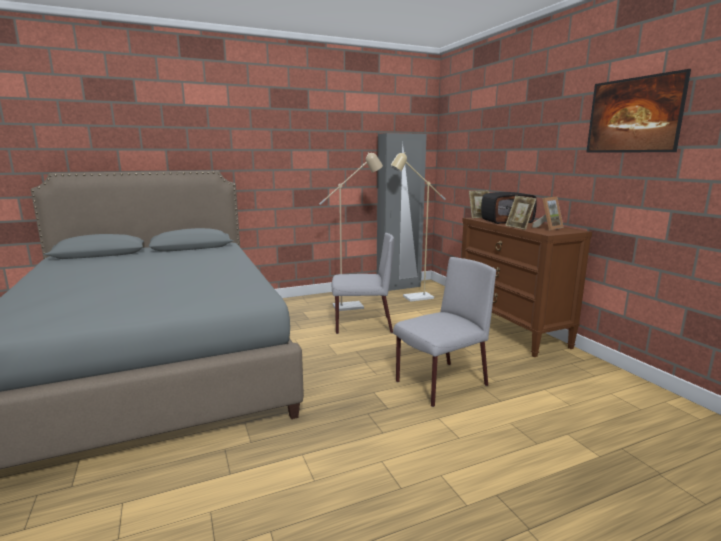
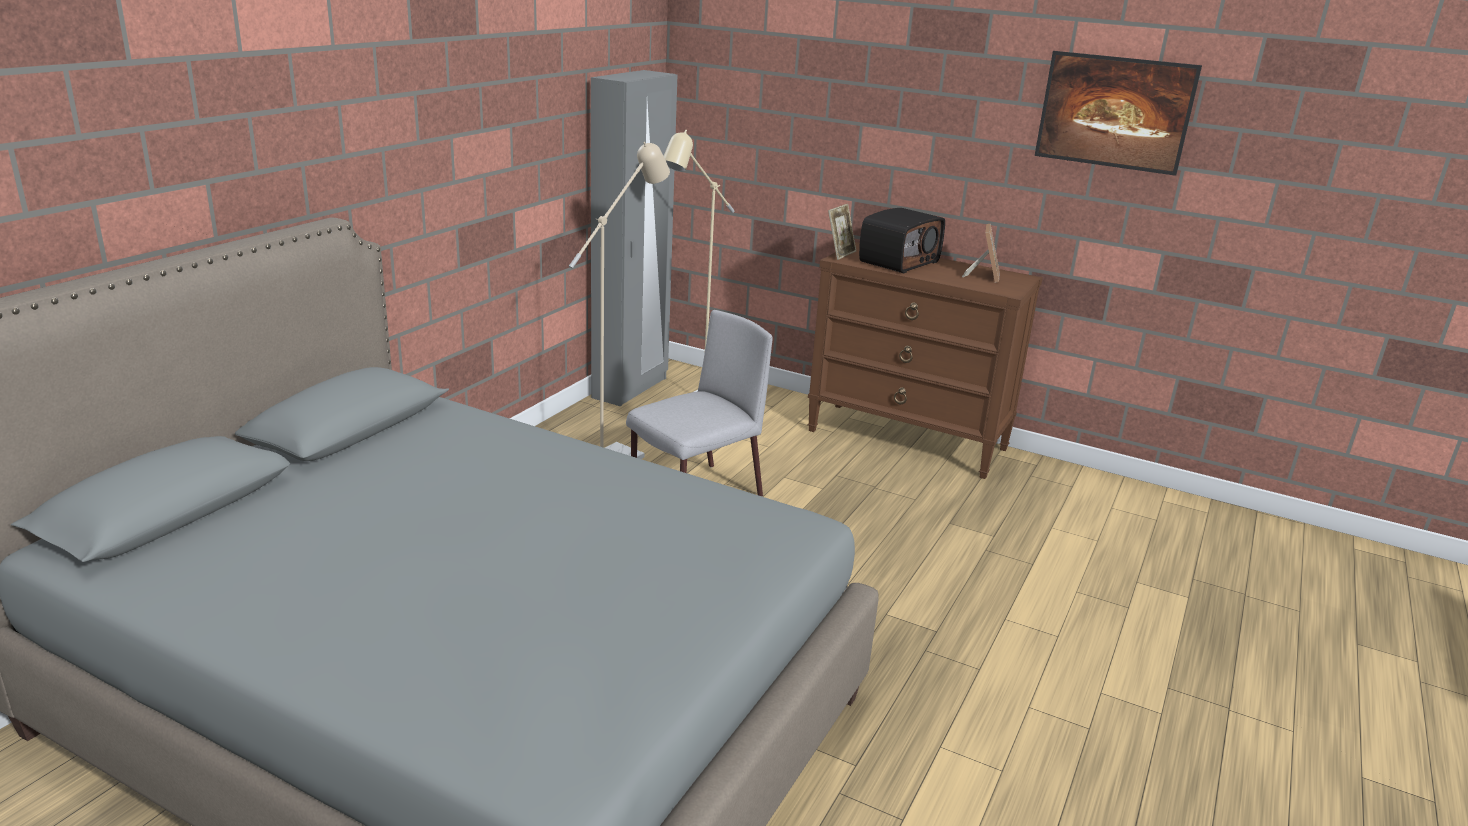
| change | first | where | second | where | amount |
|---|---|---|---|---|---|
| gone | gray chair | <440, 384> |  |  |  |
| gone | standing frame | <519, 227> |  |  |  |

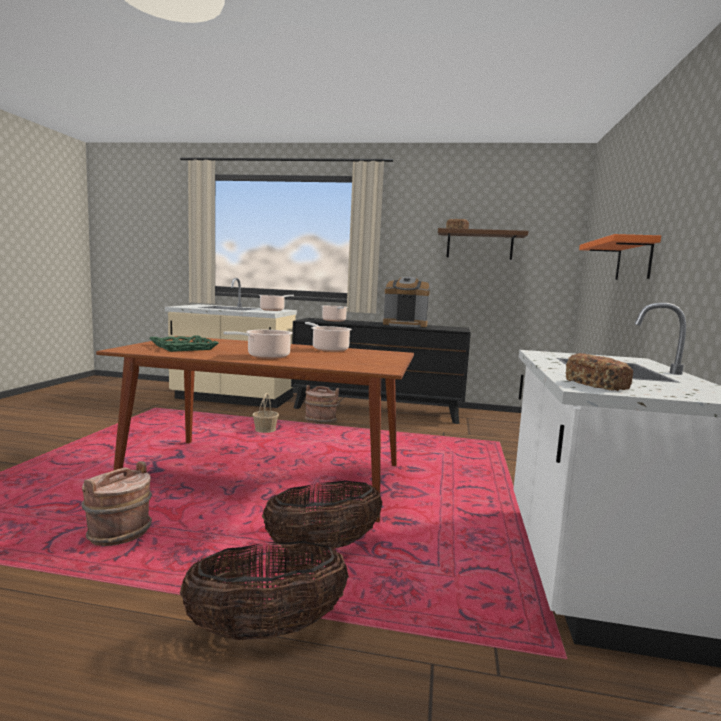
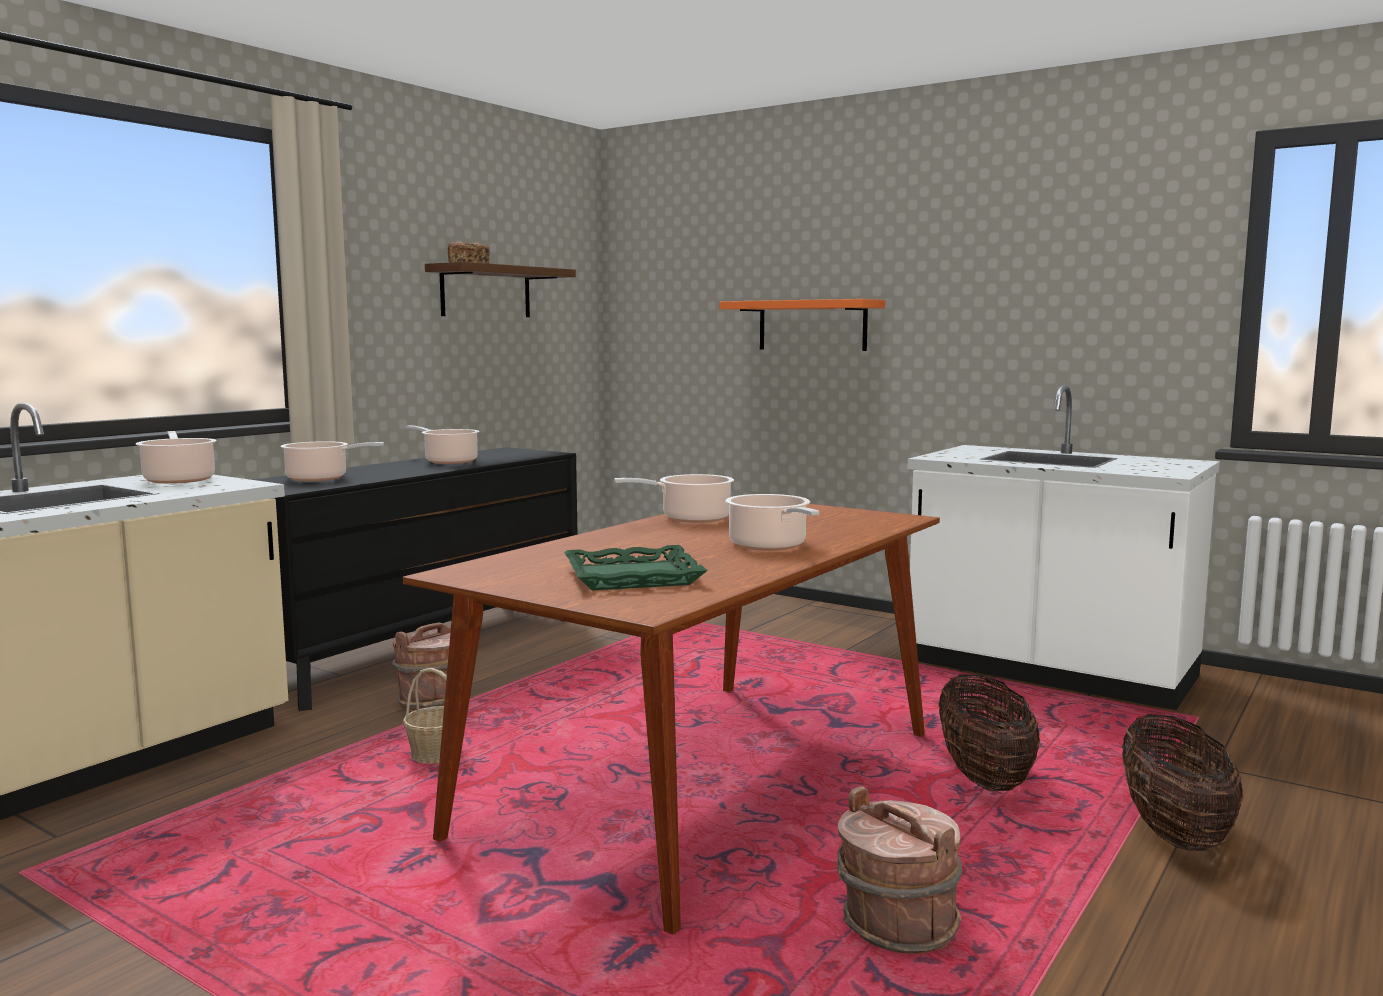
| change | first | where | second | where | amount |
|---|---|---|---|---|---|
| swapped | coffee machine | <405, 325> | saucepot | <448, 461> |  |
| gone | bread | <597, 385> |  |  |  |

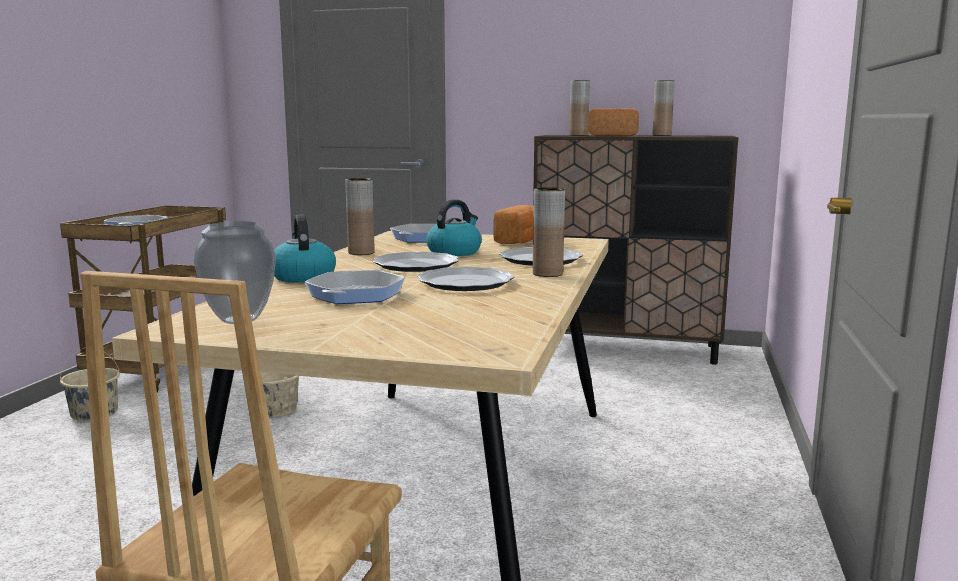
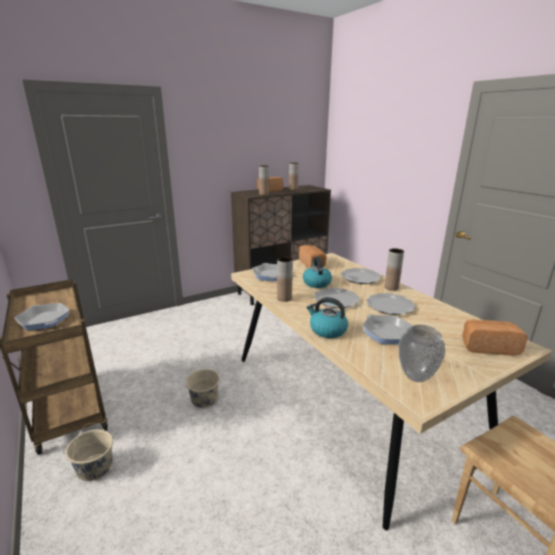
| change | first | where | second | where | amount |
|---|---|---|---|---|---|
| new |  |  | bread | <488, 347> |  |

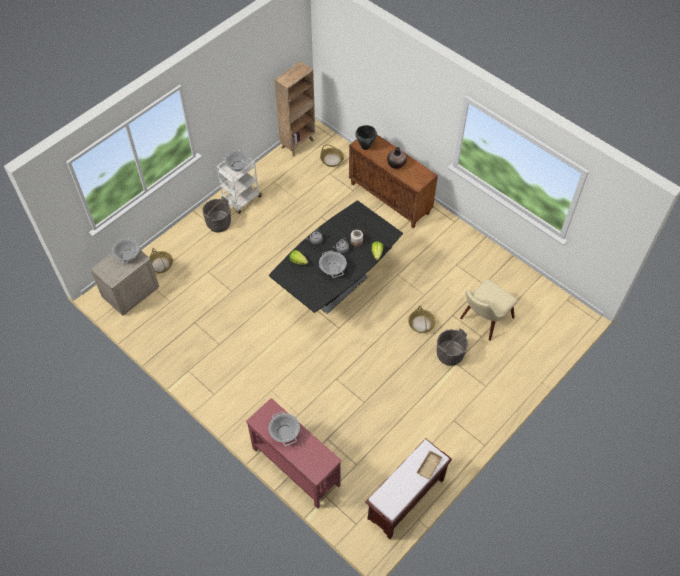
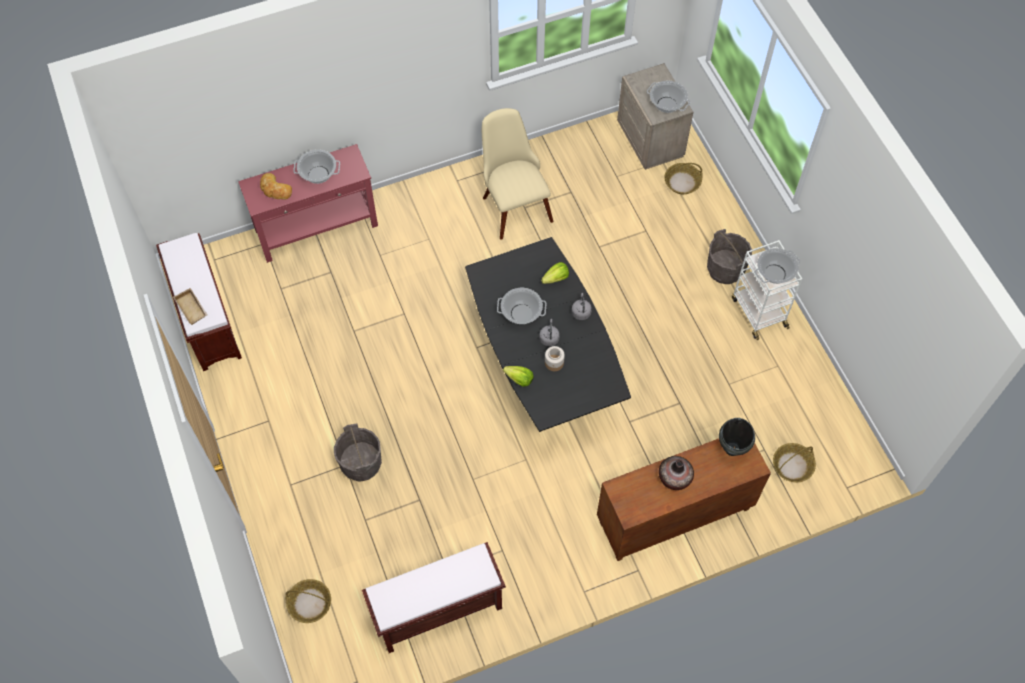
| change | first | where | second | where | amount |
|---|---|---|---|---|---|
| new |  |  | bread | <275, 189> |  |
| shifted | basket | <421, 324> |  | <309, 603> |  |
| new |  |  | brownish indoor bench | <437, 612> |  |
| shifted | beige chair | <482, 322> |  | <513, 202> |  |
| gone | brownish bookshelf | <298, 143> |  |  |  |

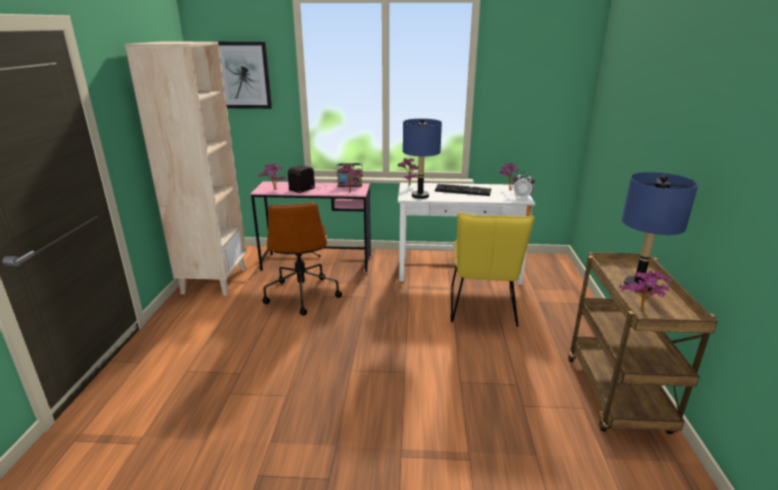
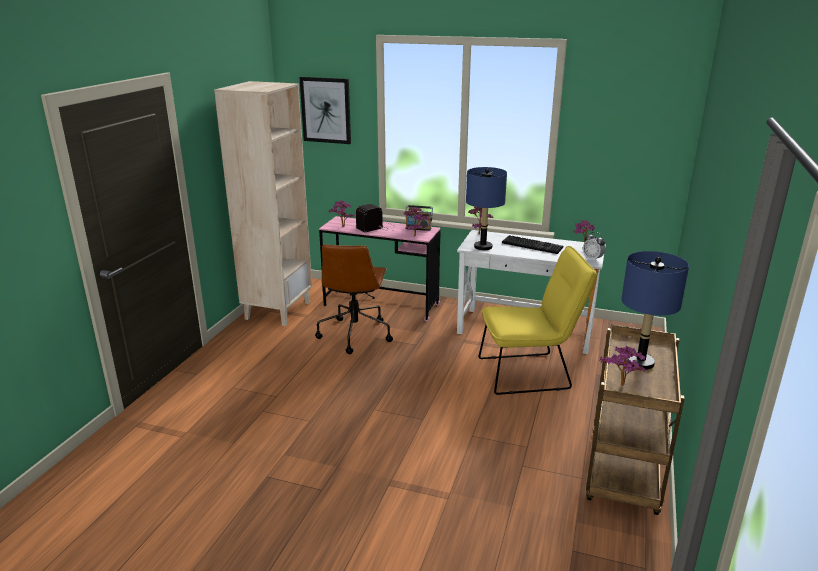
| change | first | where | second | where | amount |
|---|---|---|---|---|---|
| rotated | yellowish chair | <482, 309> |  | <530, 373> | 120 degrees counterclockwise |

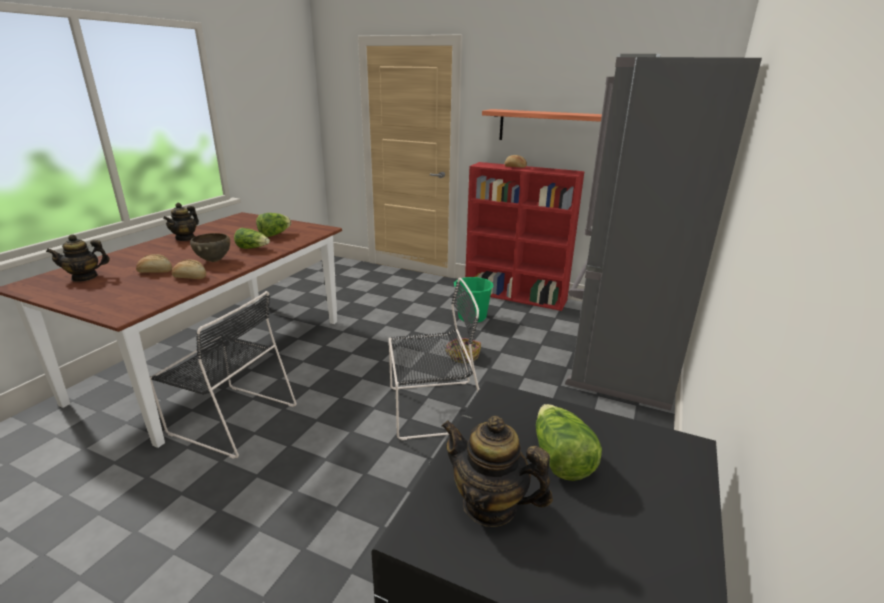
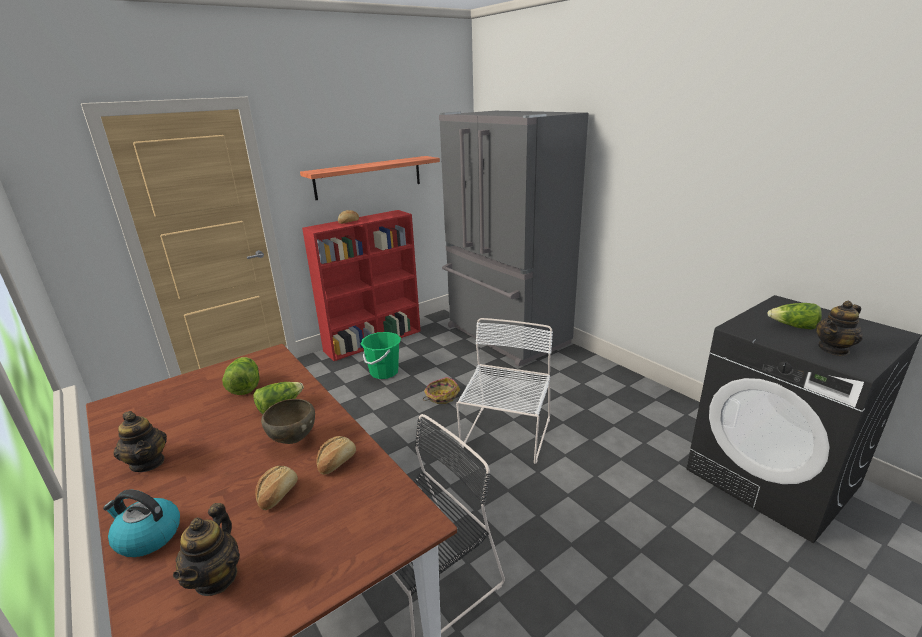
| change | first | where | second | where | amount |
|---|---|---|---|---|---|
| new |  |  | water kettle | <147, 536> |  |
| repainted | black chair | <432, 409> | white chair | <505, 435> |  |

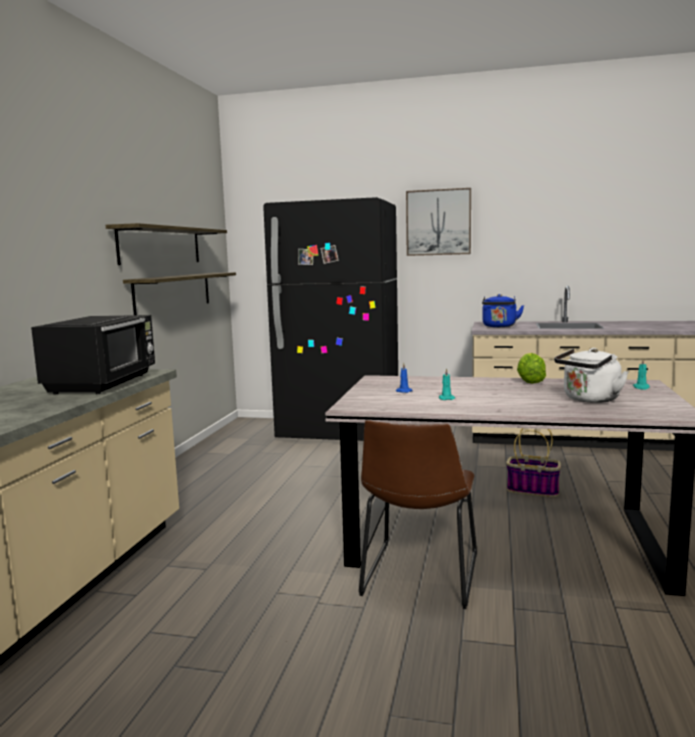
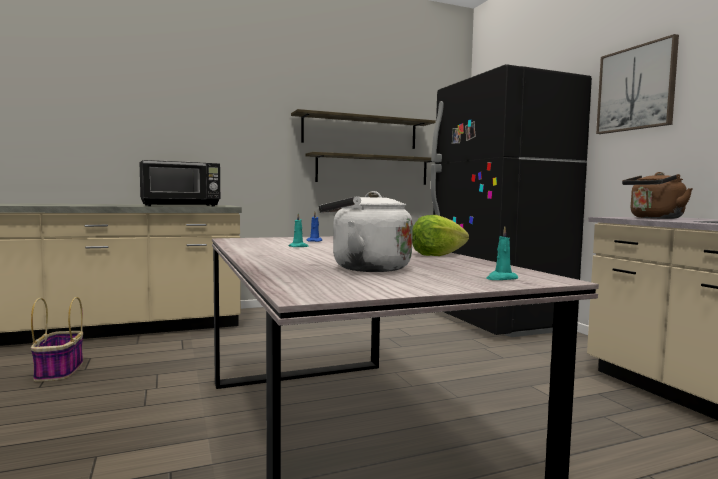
| change | first | where | second | where | amount |
|---|---|---|---|---|---|
| shifted | basket | <533, 490> |  | <59, 371> |  |
| repainted | blue water kettle | <499, 326> | brownish water kettle | <654, 218> |  |
| gone | brownish chair | <419, 577> |  |  |  |

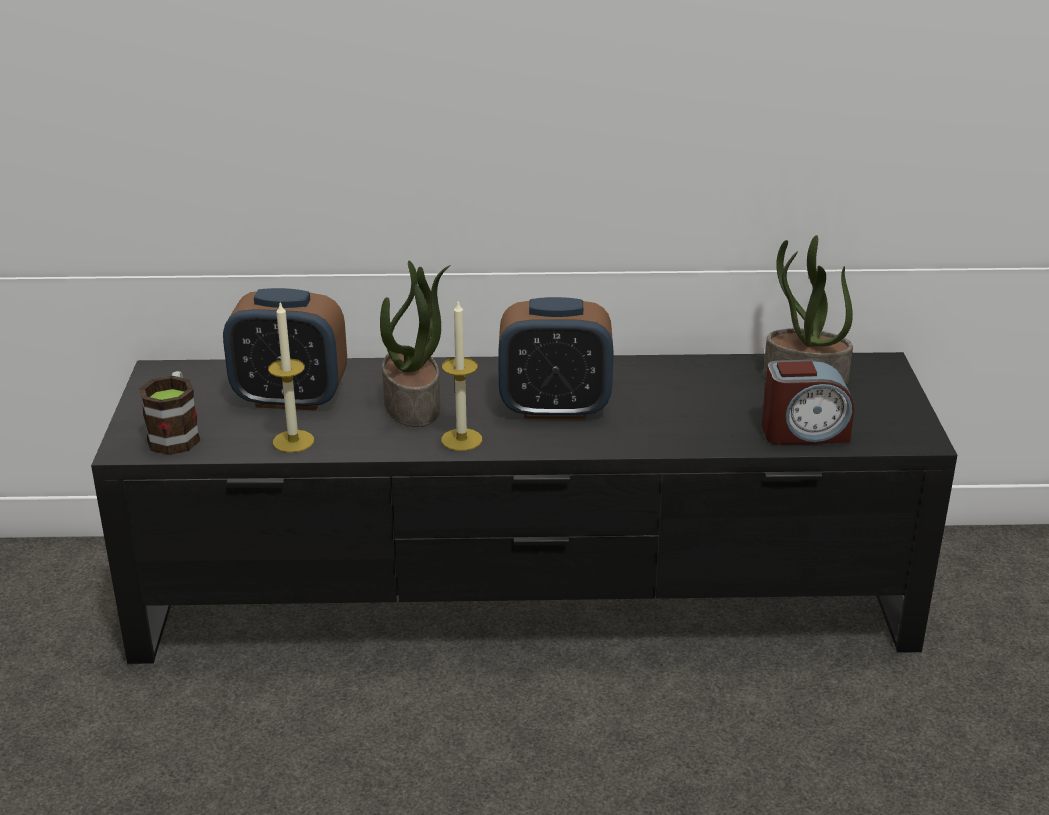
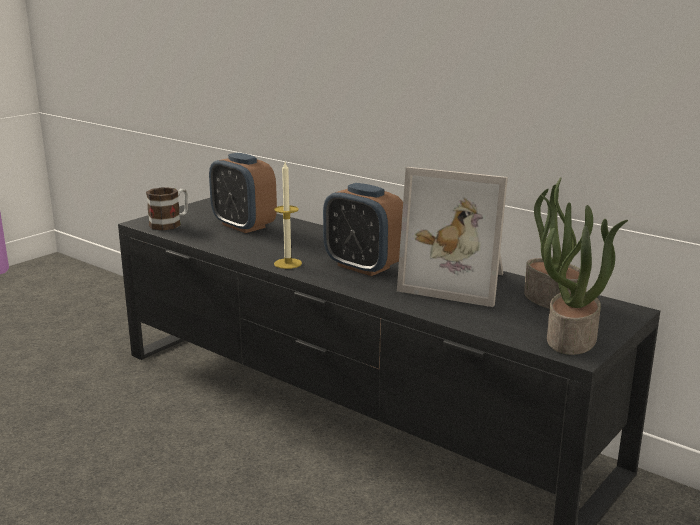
| change | first | where | second | where | amount |
|---|---|---|---|---|---|
| new |  |  | standing frame | <457, 282> |  |
| shifted | potted plant | <414, 406> |  | <572, 339> |  |
| gone | candle | <293, 441> |  |  |  |
| gone | bedside clock | <804, 432> |  |  |  |

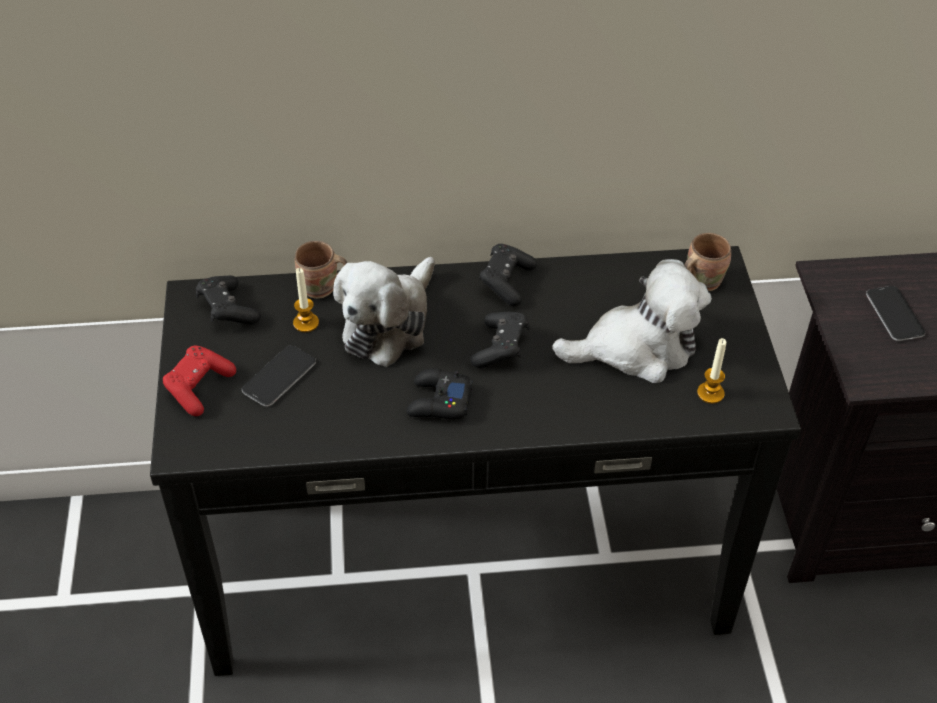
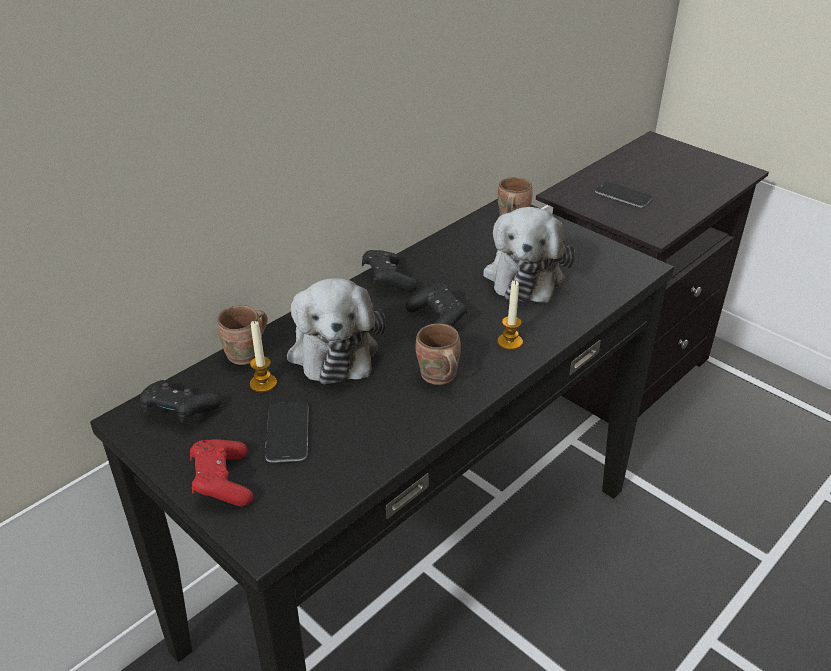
| change | first | where | second | where | amount |
|---|---|---|---|---|---|
| swapped | black gamepad | <438, 401> | brownish tea mug | <437, 377> |  |
| rotated | plush toy | <636, 349> |  | <525, 274> | 150 degrees clockwise |
| shifted | candle | <710, 393> |  | <509, 342> |  |

